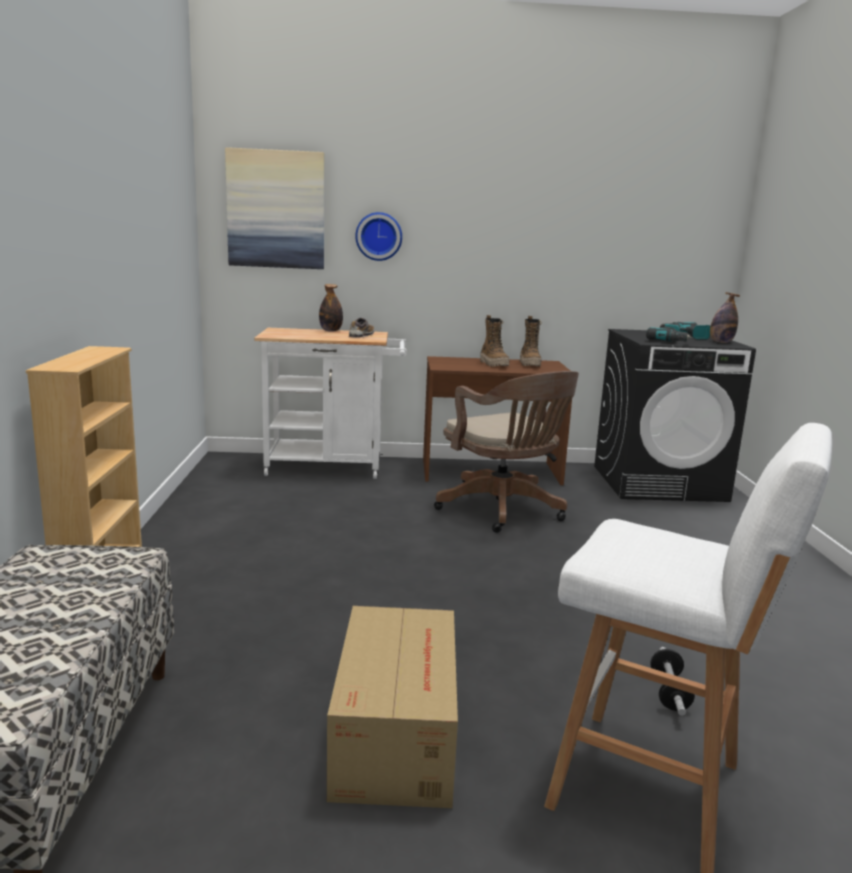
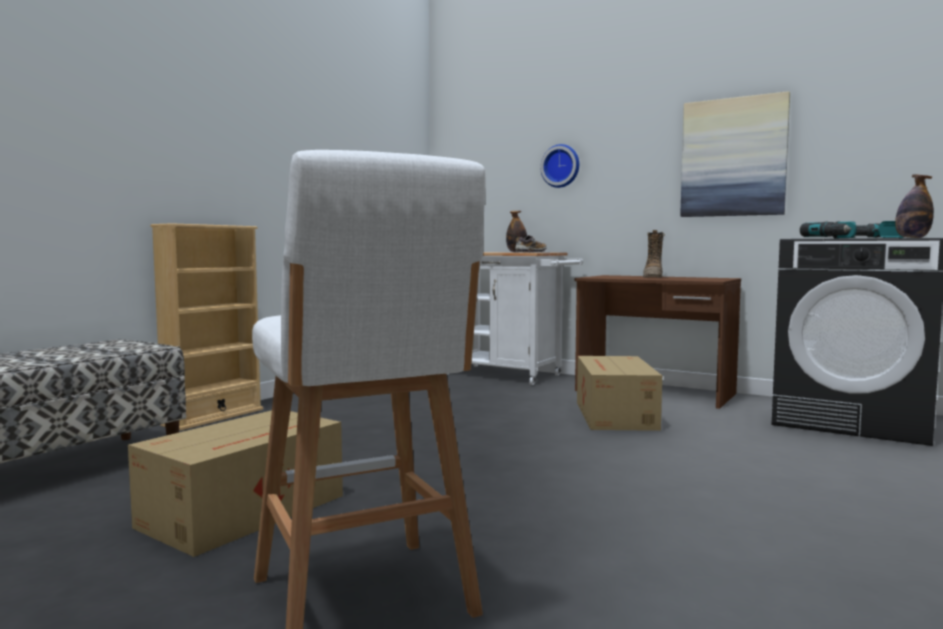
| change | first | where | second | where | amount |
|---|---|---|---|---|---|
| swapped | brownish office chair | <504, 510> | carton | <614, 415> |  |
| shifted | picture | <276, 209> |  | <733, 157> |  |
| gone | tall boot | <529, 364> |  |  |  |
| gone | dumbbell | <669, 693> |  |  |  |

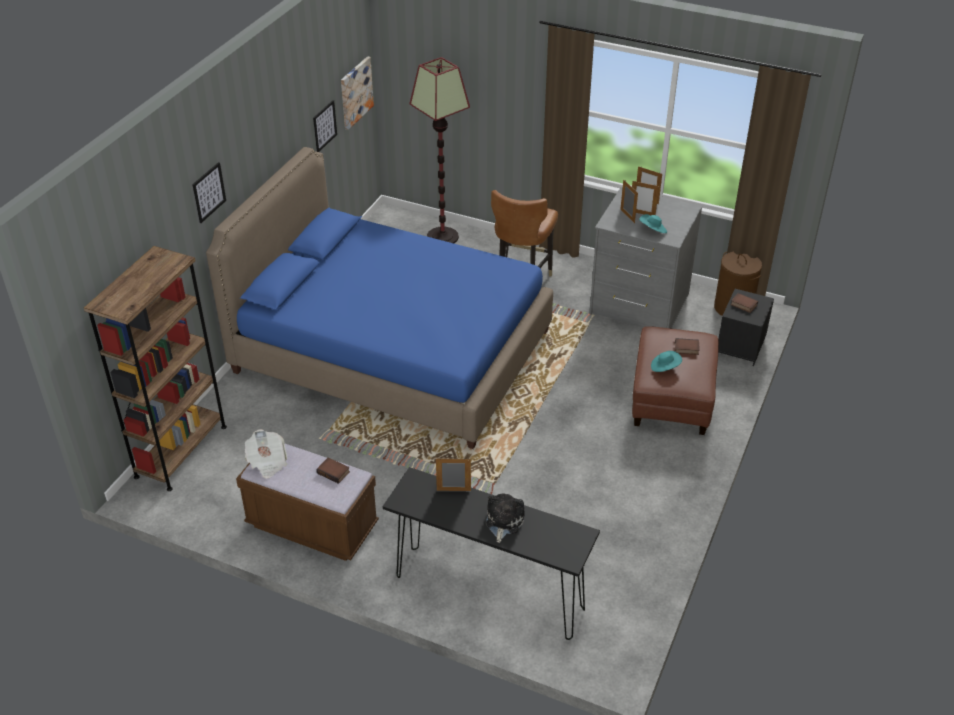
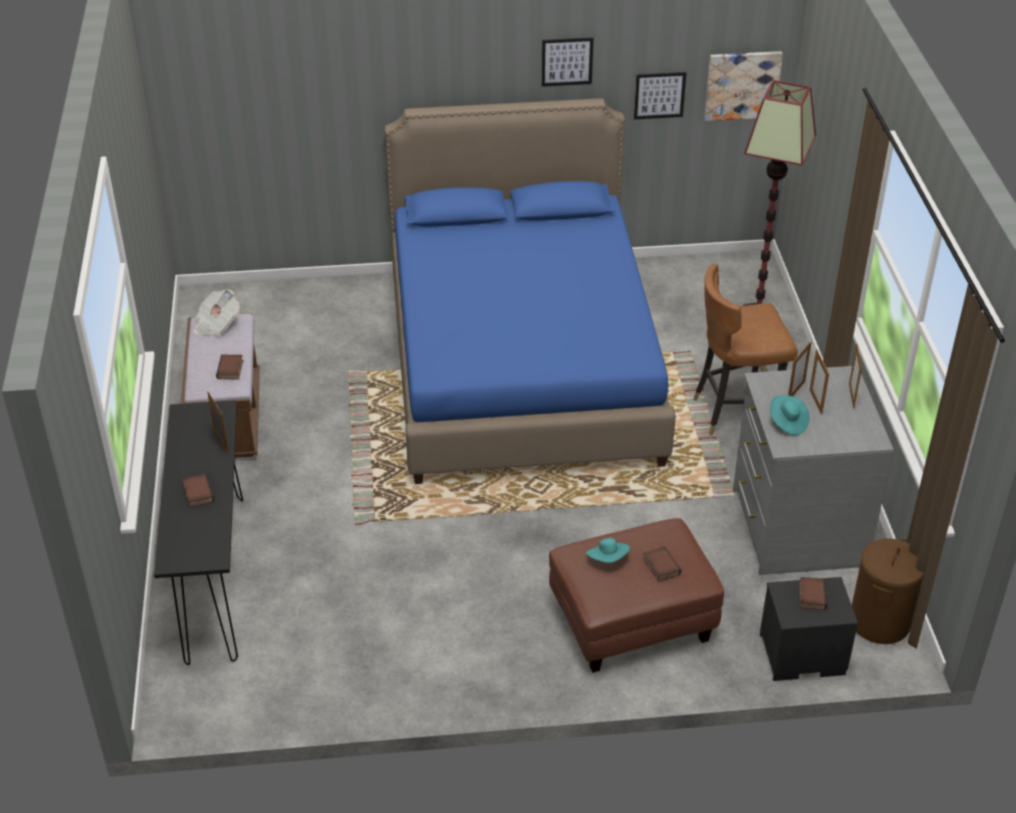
| change | first | where | second | where | amount |
|---|---|---|---|---|---|
| swapped | plush toy | <503, 522> | book | <197, 493> |  |
| shifted | picture | <209, 192> |  | <567, 61> |  |
| gone | brownish bookshelf | <181, 451> |  |  |  |

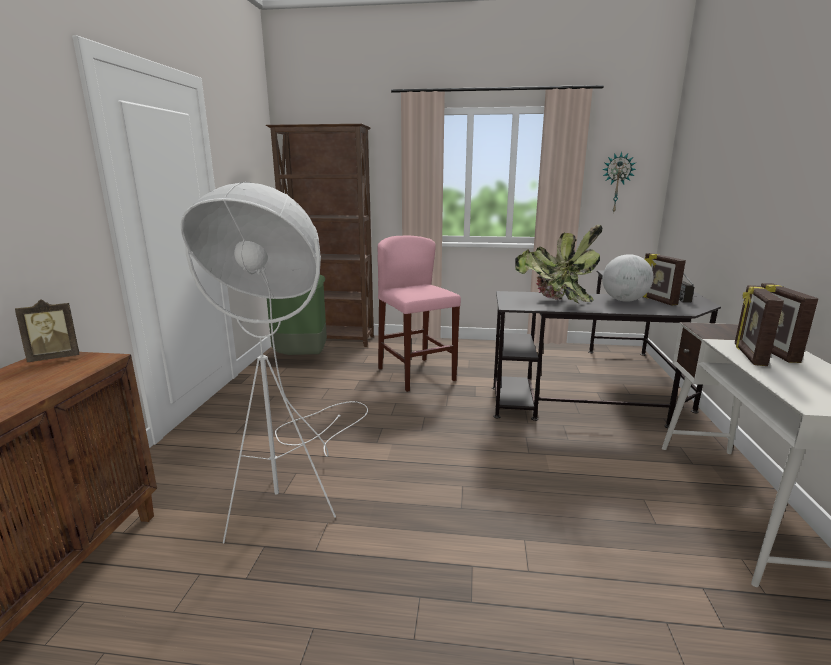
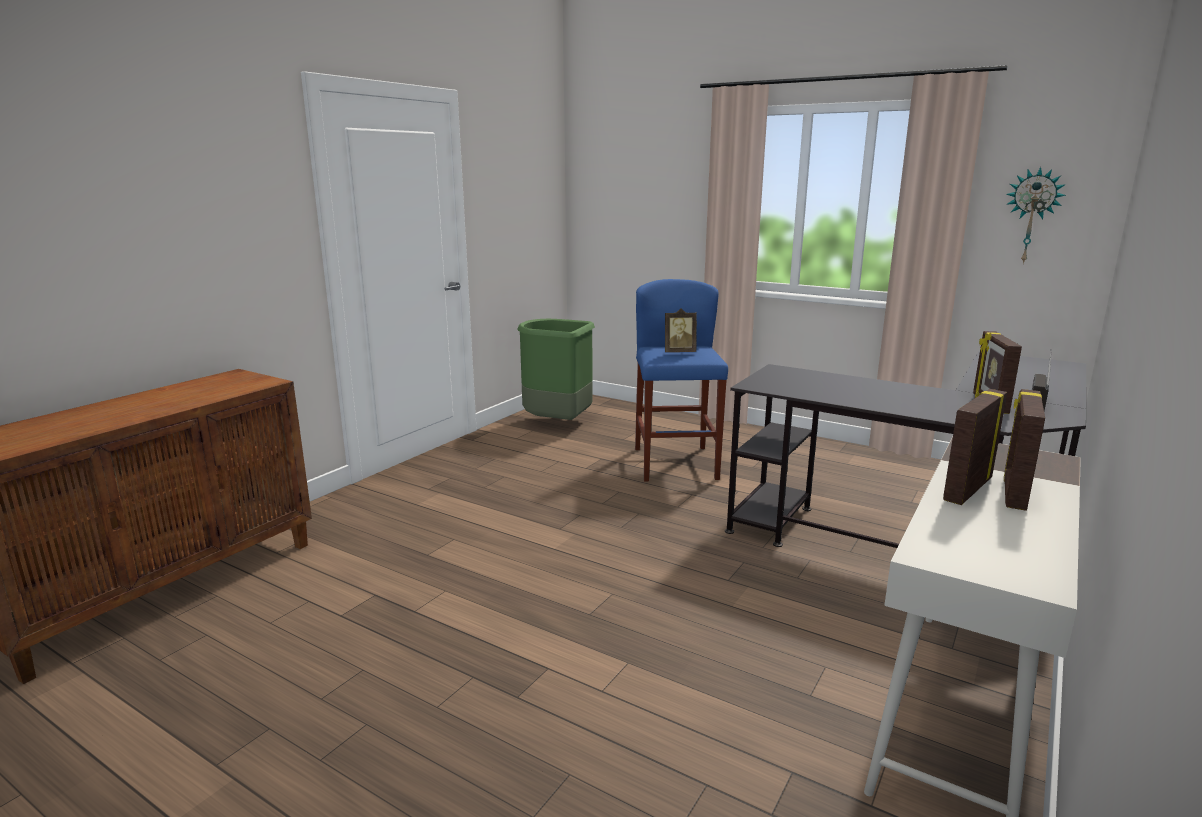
| change | first | where | second | where | amount |
|---|---|---|---|---|---|
| repainted | pinkish stool seat | <416, 374> | blue stool seat | <675, 463> |  |
| shifted | standing frame | <55, 358> |  | <679, 352> |  |
| gone | white standard lamp | <295, 481> |  |  |  |
| gone | brownish bookshelf | <332, 340> |  |  |  |
| gone | potted plant | <556, 303> |  |  |  |
| gone | desk globe | <624, 300> |  |  |  |

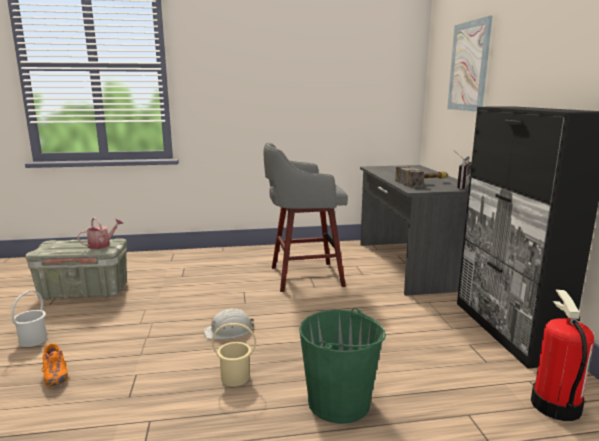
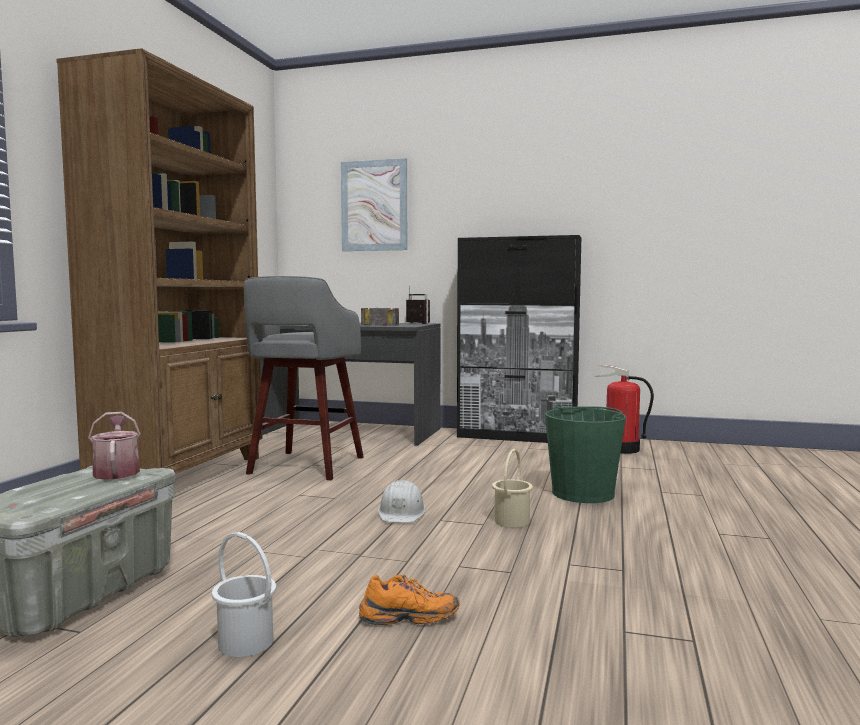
| change | first | where | second | where | amount |
|---|---|---|---|---|---|
| new |  |  | brownish bookshelf | <183, 474> |  |

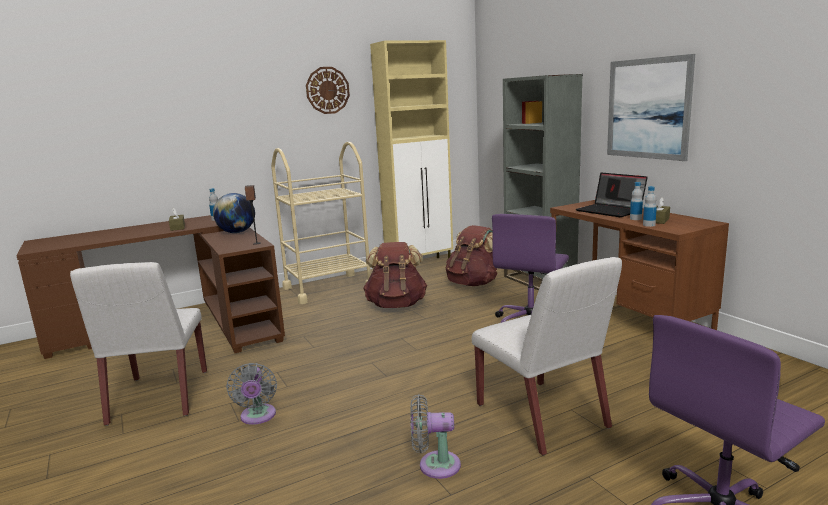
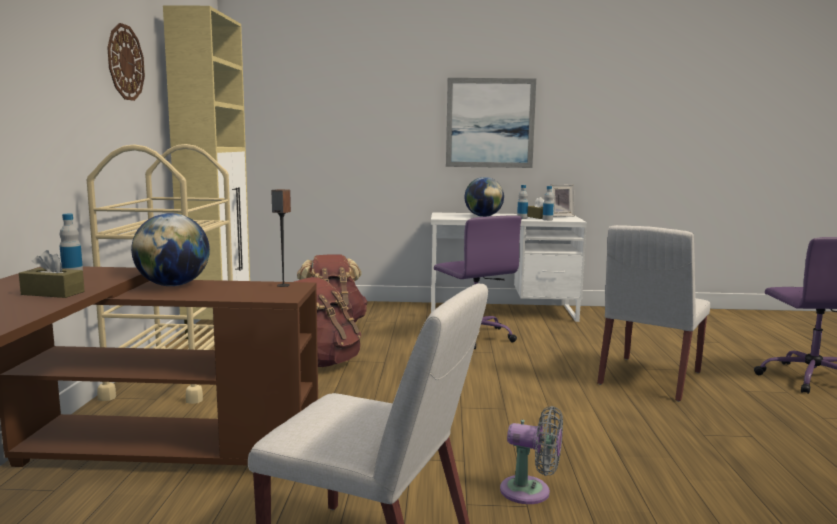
| change | first | where | second | where | amount |
|---|---|---|---|---|---|
| repainted | brownish desk unit | <626, 314> | white desk unit | <502, 312> |  |
| swapped | laptop | <611, 211> | desk globe | <483, 216> |  |
| new |  |  | standing frame | <560, 216> |  |
| rotated | white chair | <542, 416> |  | <649, 378> | 120 degrees clockwise |
| gone | gray fan | <435, 465> |  |  |  |
| gone | gray bookshelf | <539, 280> |  |  |  |

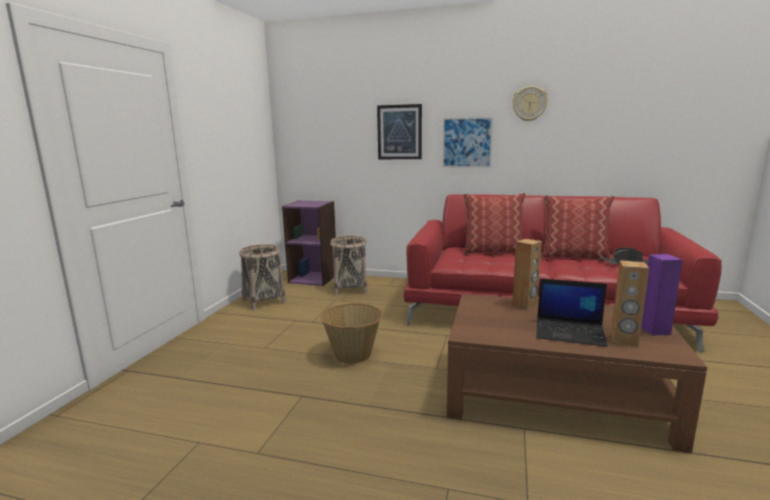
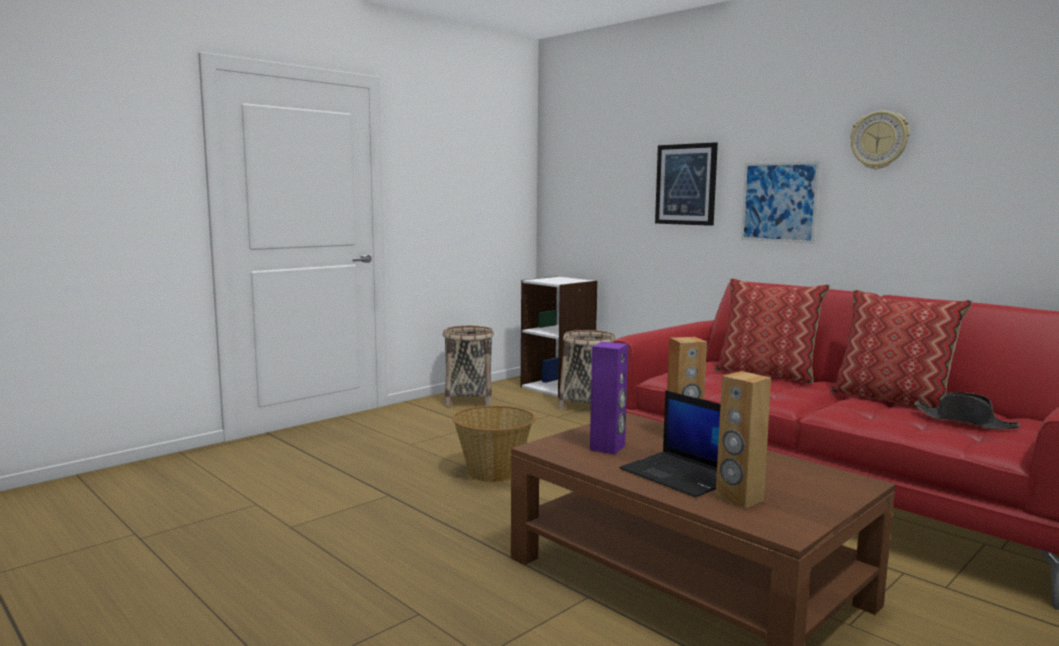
| change | first | where | second | where | amount |
|---|---|---|---|---|---|
| repainted | purple-coloured bookshelf | <313, 278> | white bookshelf | <558, 387> |  |
| shifted | purple-coloured audio speaker | <654, 330> |  | <608, 448> |  |

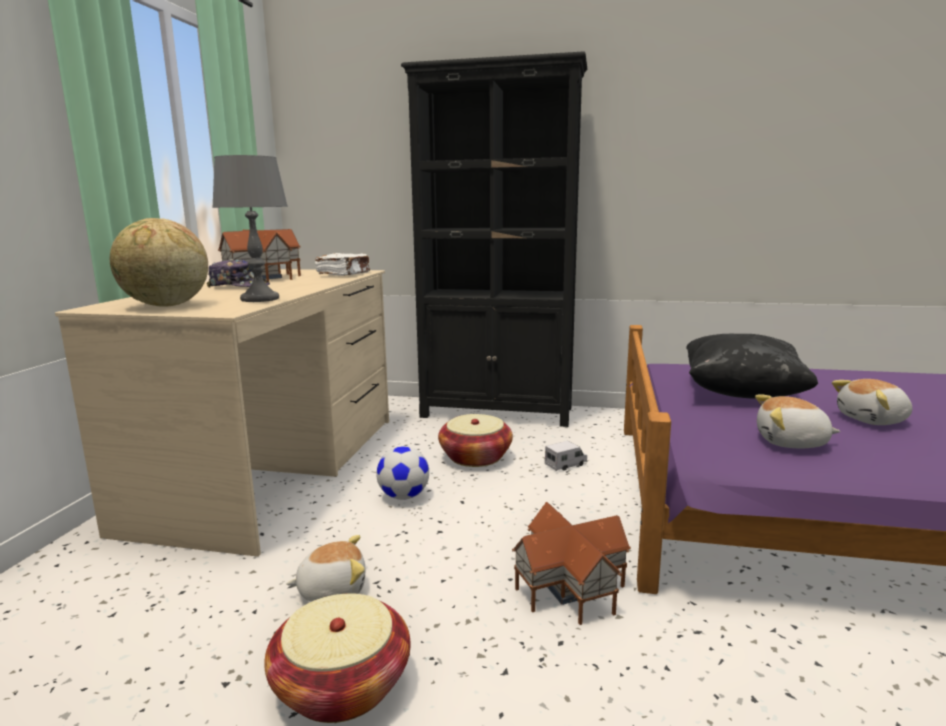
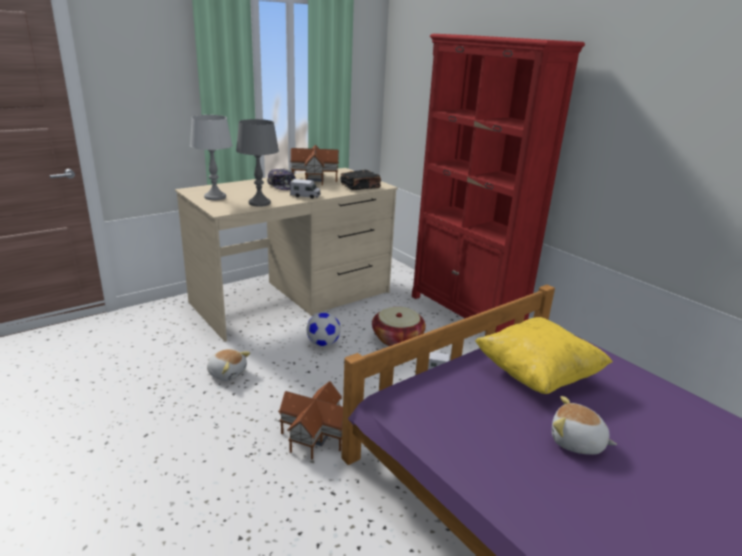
| change | first | where | second | where | amount |
|---|---|---|---|---|---|
| swapped | desk globe | <166, 306> | gray lamp for a table | <215, 197> |  |
| new |  |  | model truck | <305, 196> |  |
| repainted | white book | <344, 274> | black book | <361, 187> |  |
| repainted | black bookshelf | <498, 412> | red-coloured bookshelf | <466, 313> |  |
| repainted | black cushion | <742, 393> | yellowish cushion | <537, 375> |  |
| gone | basket | <342, 685> |  |  |  |
| gone | plush toy | <791, 443> |  |  |  |

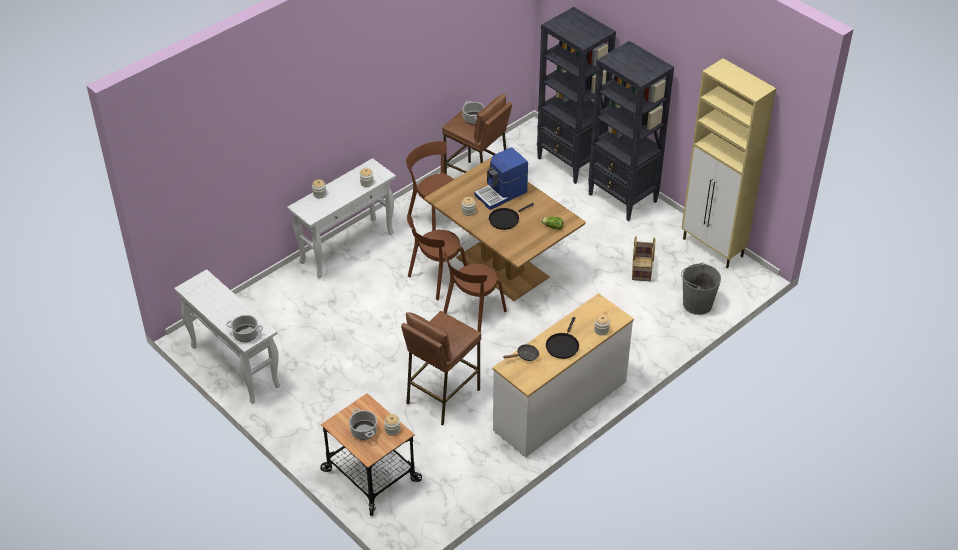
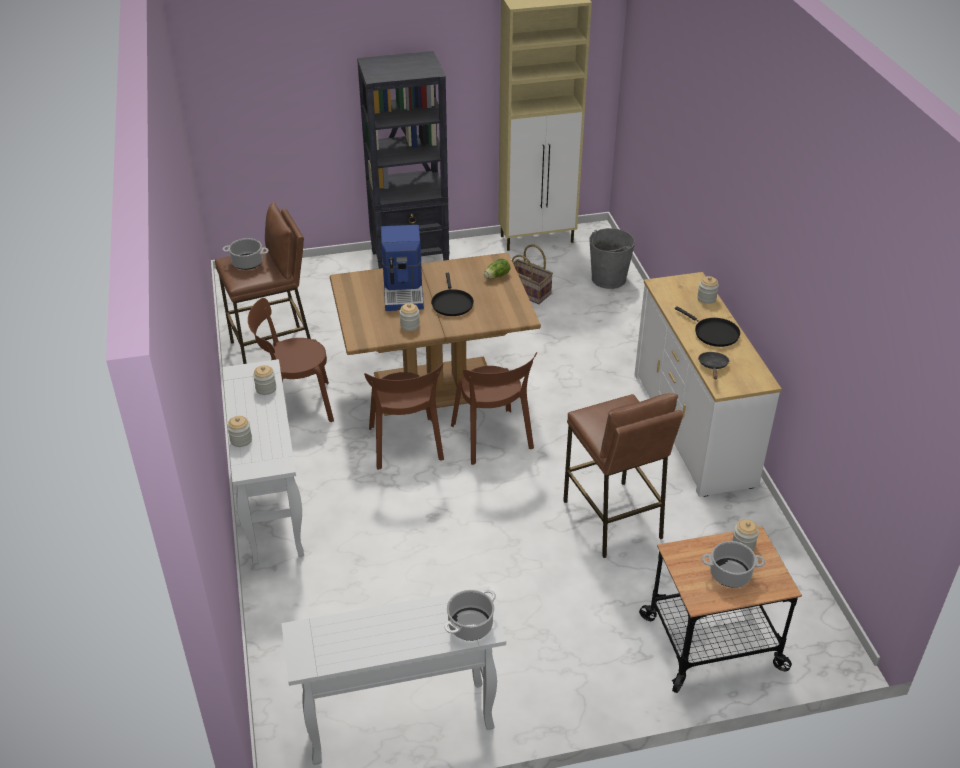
| change | first | where | second | where | amount |
|---|---|---|---|---|---|
| gone | black bookshelf | <571, 162> |  |  |  |

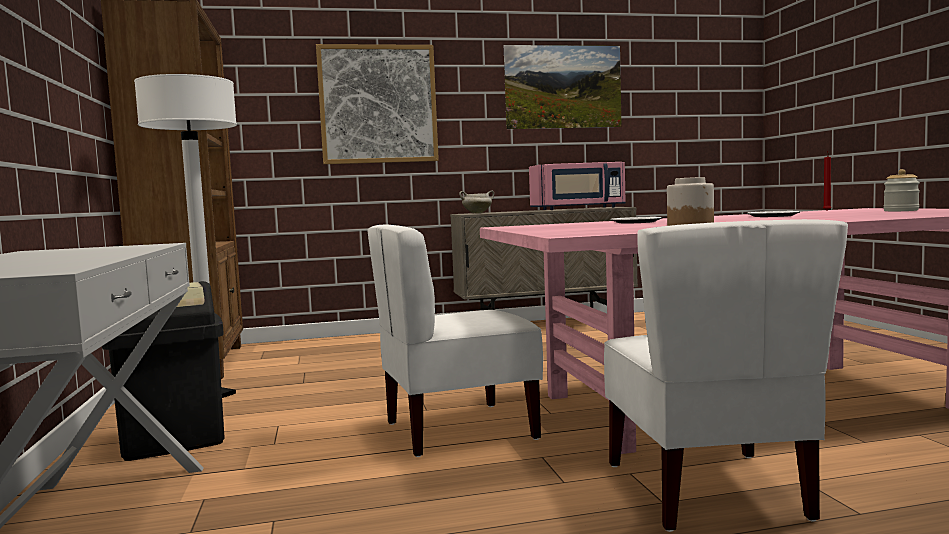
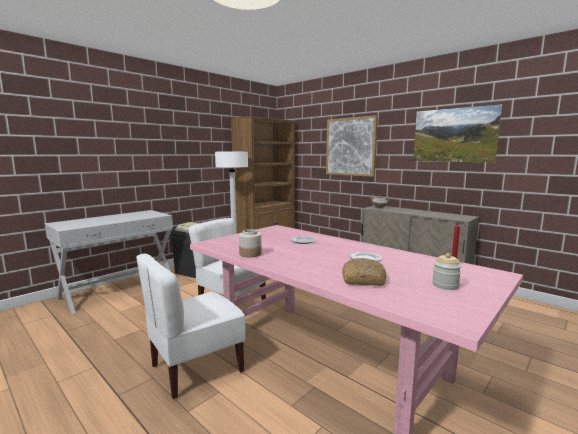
| change | first | where | second | where | amount |
|---|---|---|---|---|---|
| new |  |  | bread | <364, 280> |  |
| gone | pinkish kitchen microwave | <578, 208> |  |  |  |

